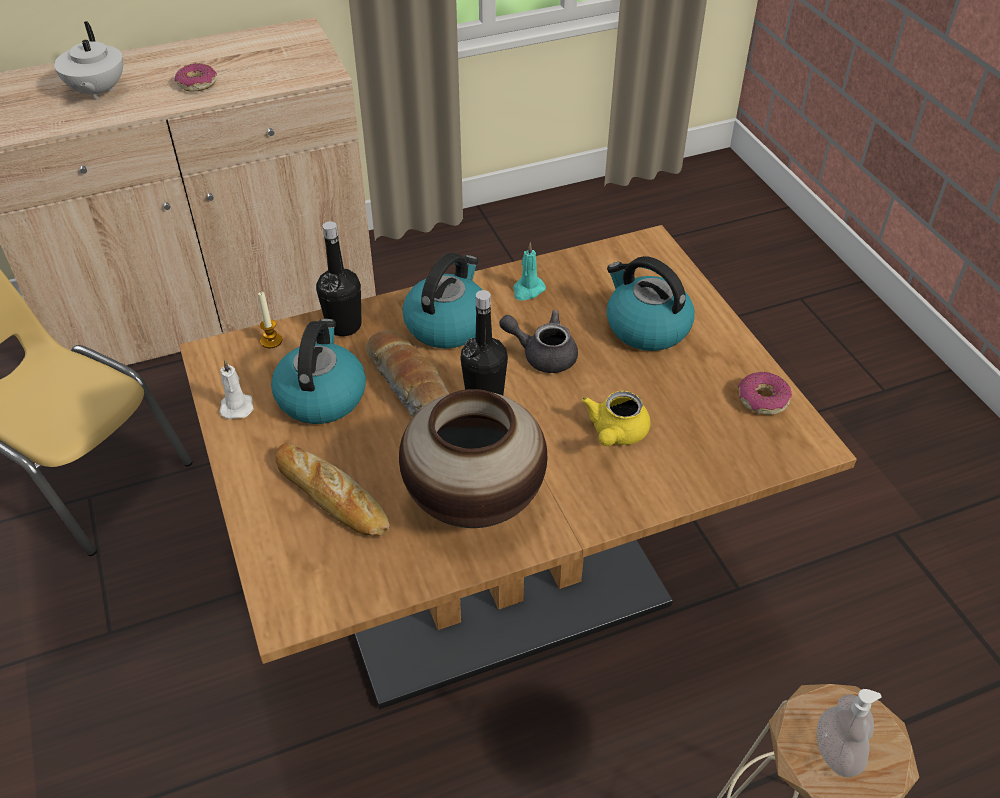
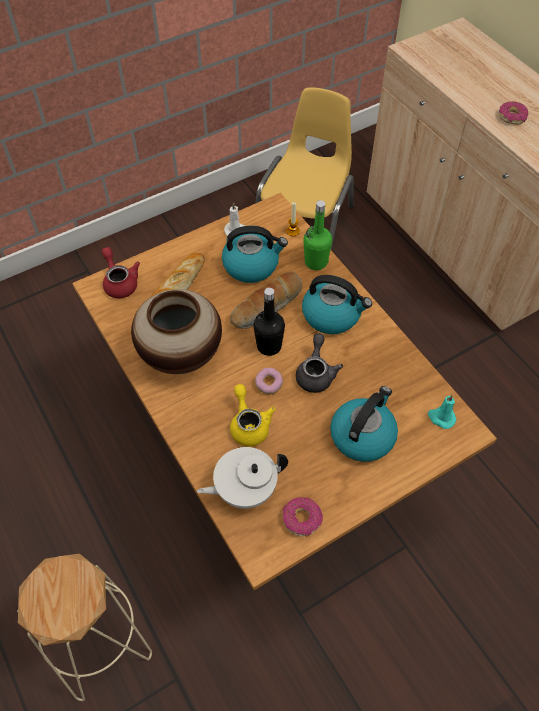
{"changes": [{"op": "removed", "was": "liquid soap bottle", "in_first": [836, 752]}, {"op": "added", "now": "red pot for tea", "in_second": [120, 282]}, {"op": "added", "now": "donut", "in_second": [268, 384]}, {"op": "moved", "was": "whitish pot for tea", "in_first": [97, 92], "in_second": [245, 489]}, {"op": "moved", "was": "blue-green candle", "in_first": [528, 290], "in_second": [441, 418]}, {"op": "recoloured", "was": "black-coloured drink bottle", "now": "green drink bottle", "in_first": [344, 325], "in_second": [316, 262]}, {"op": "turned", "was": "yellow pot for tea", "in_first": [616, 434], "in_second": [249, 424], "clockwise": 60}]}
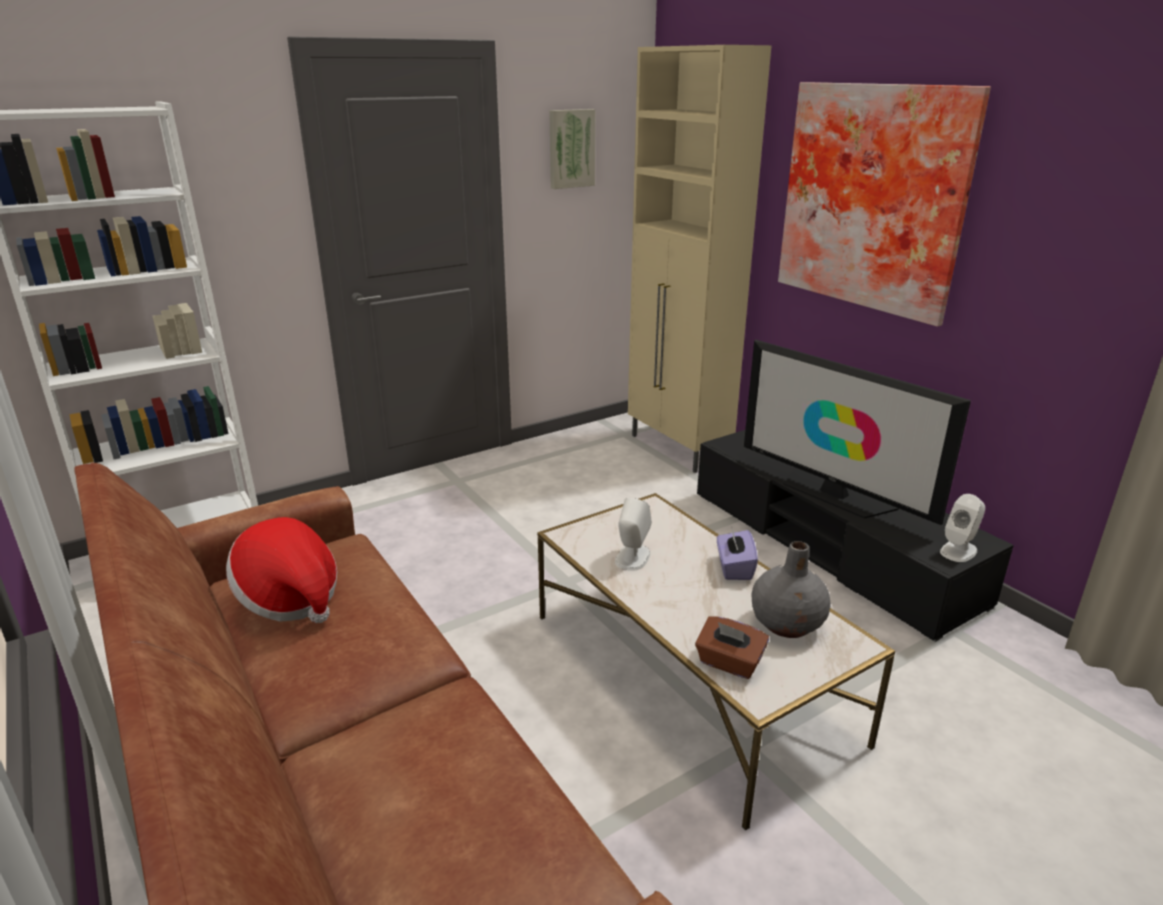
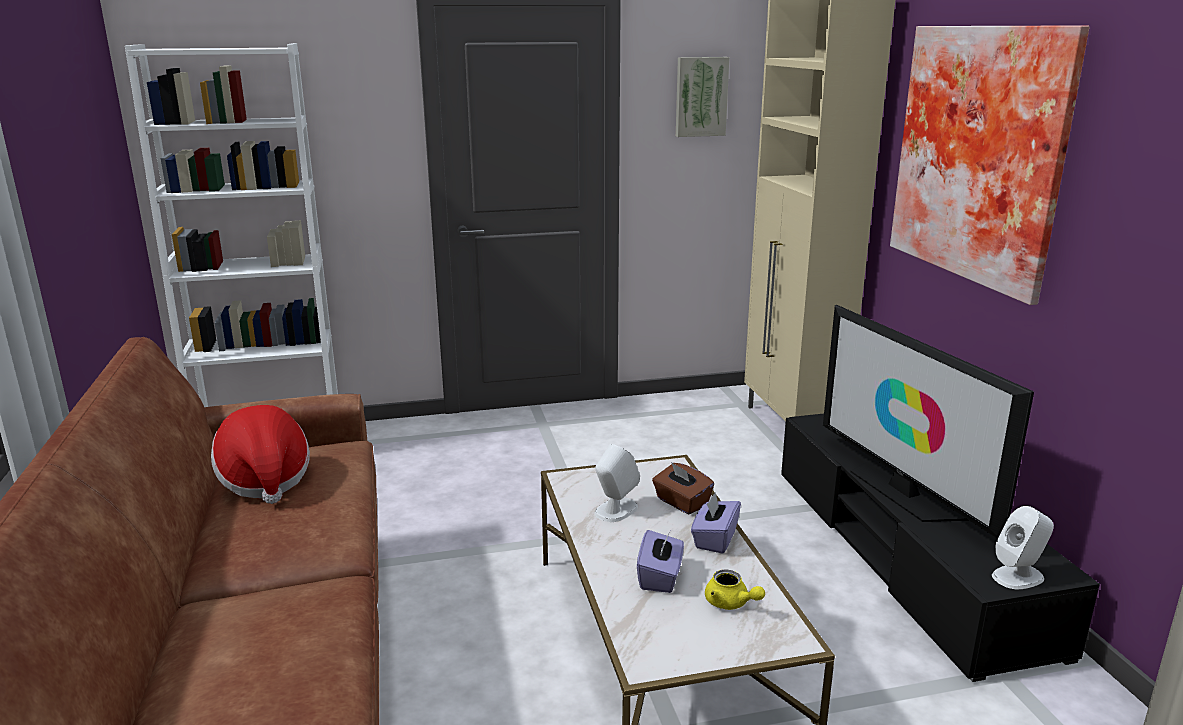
{"changes": [{"op": "added", "now": "purple-coloured tissue box", "in_second": [660, 577]}, {"op": "moved", "was": "brown tissue box", "in_first": [729, 663], "in_second": [681, 503]}, {"op": "replaced", "was": "grey flower vase", "now": "yellow pot for tea", "in_first": [787, 624], "in_second": [730, 603]}]}
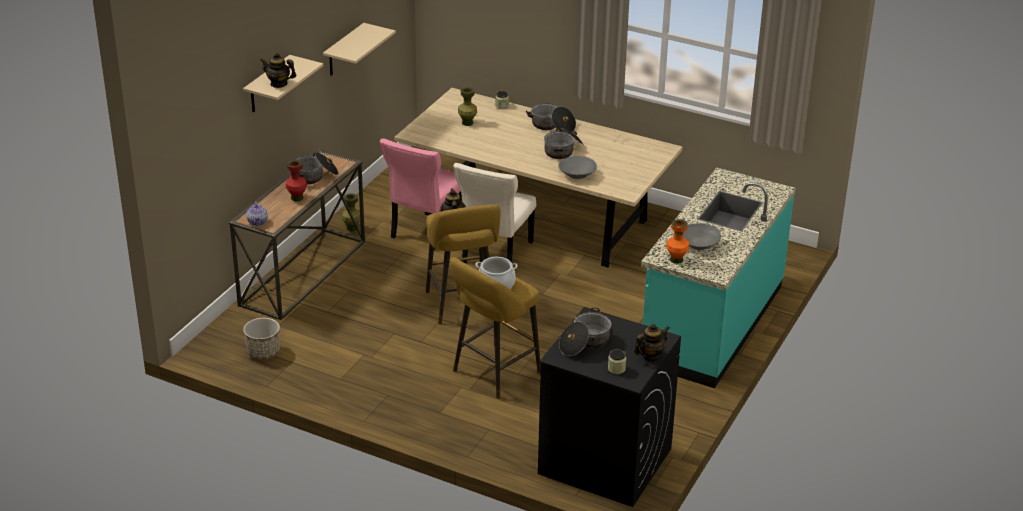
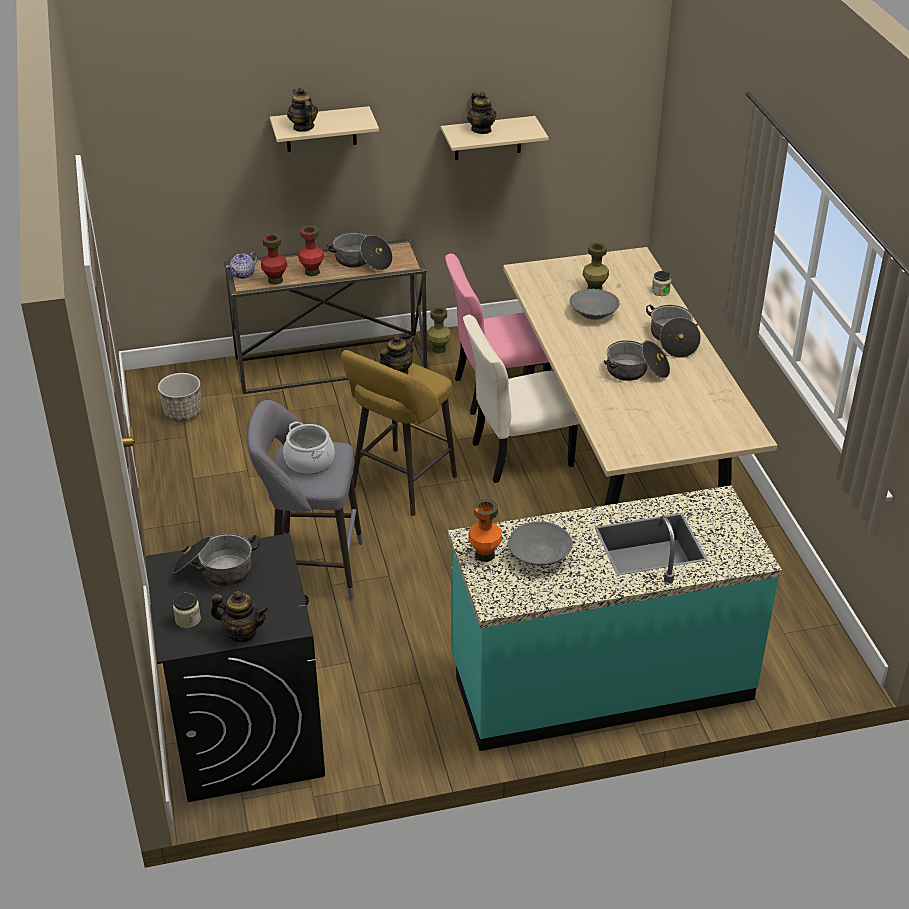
{"changes": [{"op": "added", "now": "red flower vase", "in_second": [275, 280]}, {"op": "added", "now": "pot for tea", "in_second": [481, 130]}, {"op": "moved", "was": "grey serving bowl", "in_first": [577, 175], "in_second": [593, 314]}, {"op": "recoloured", "was": "yellow stool", "now": "grey stool", "in_first": [493, 373], "in_second": [311, 568]}]}
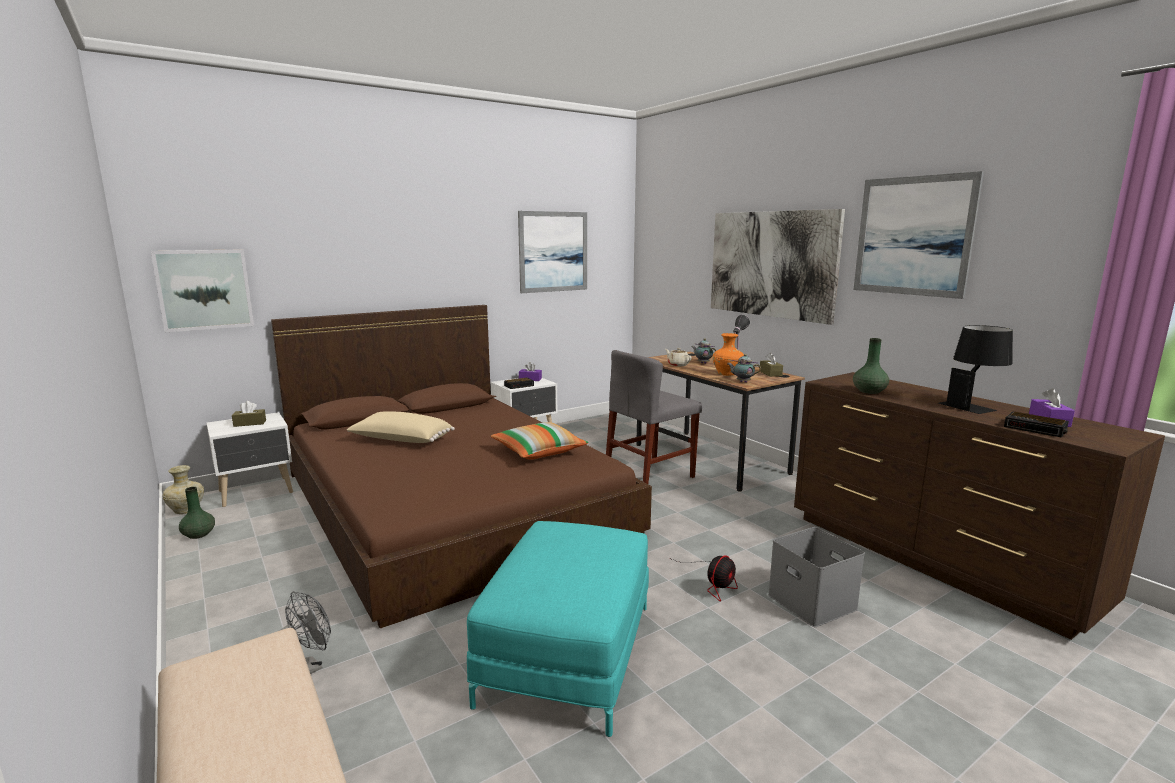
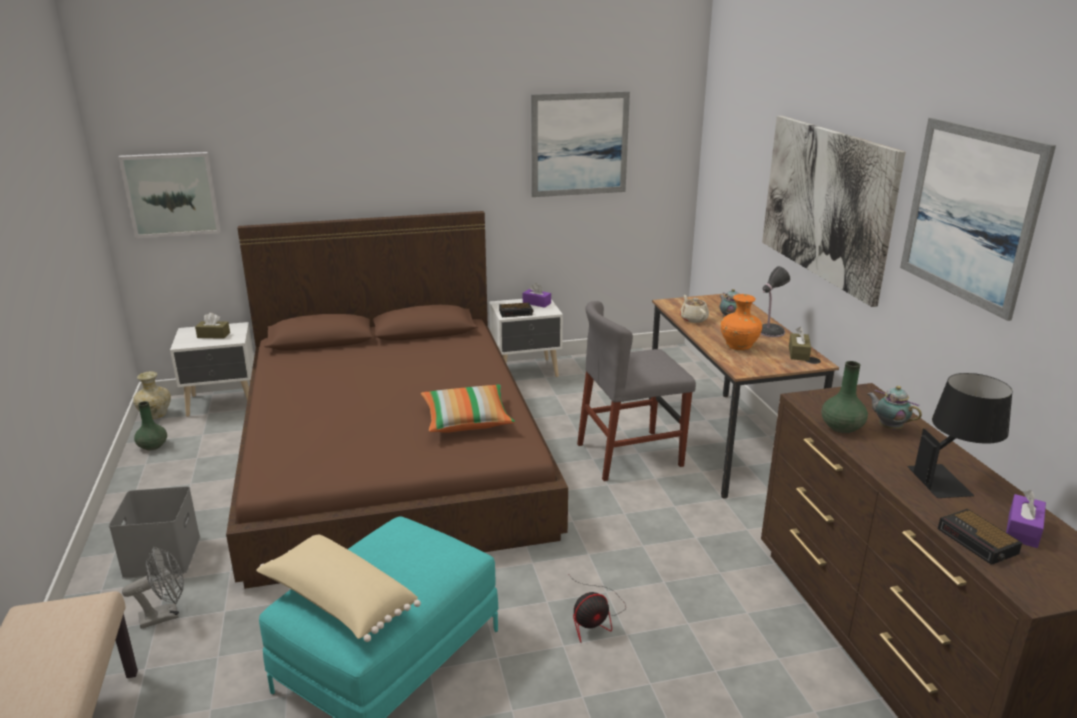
{"changes": [{"op": "moved", "was": "beige throw pillow", "in_first": [401, 441], "in_second": [338, 602]}, {"op": "moved", "was": "pot for tea", "in_first": [742, 382], "in_second": [888, 427]}, {"op": "moved", "was": "grey storage bin", "in_first": [814, 602], "in_second": [163, 557]}]}
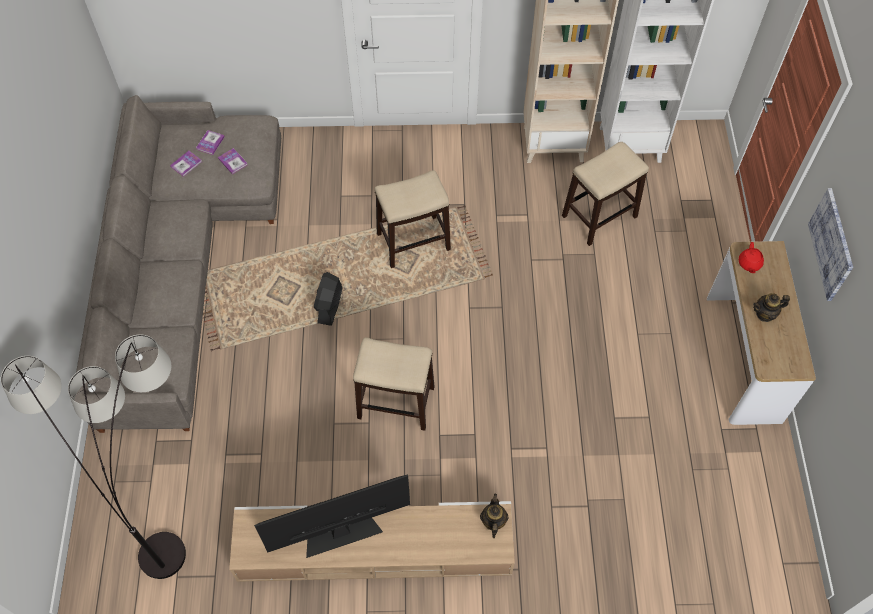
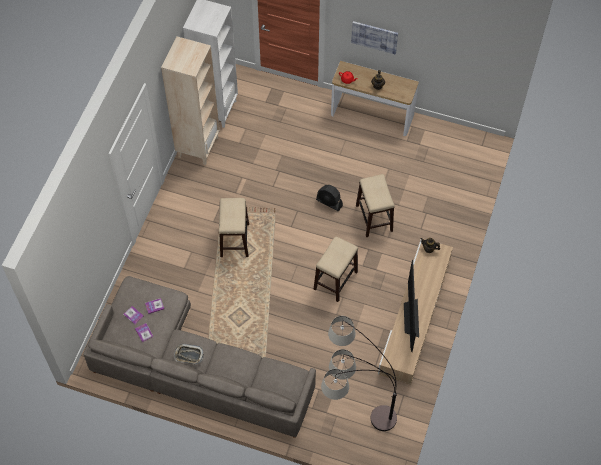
{"changes": [{"op": "added", "now": "serving tray", "in_second": [189, 355]}, {"op": "moved", "was": "black-coloured electric fan", "in_first": [330, 306], "in_second": [329, 202]}, {"op": "moved", "was": "stool", "in_first": [599, 217], "in_second": [374, 218]}]}
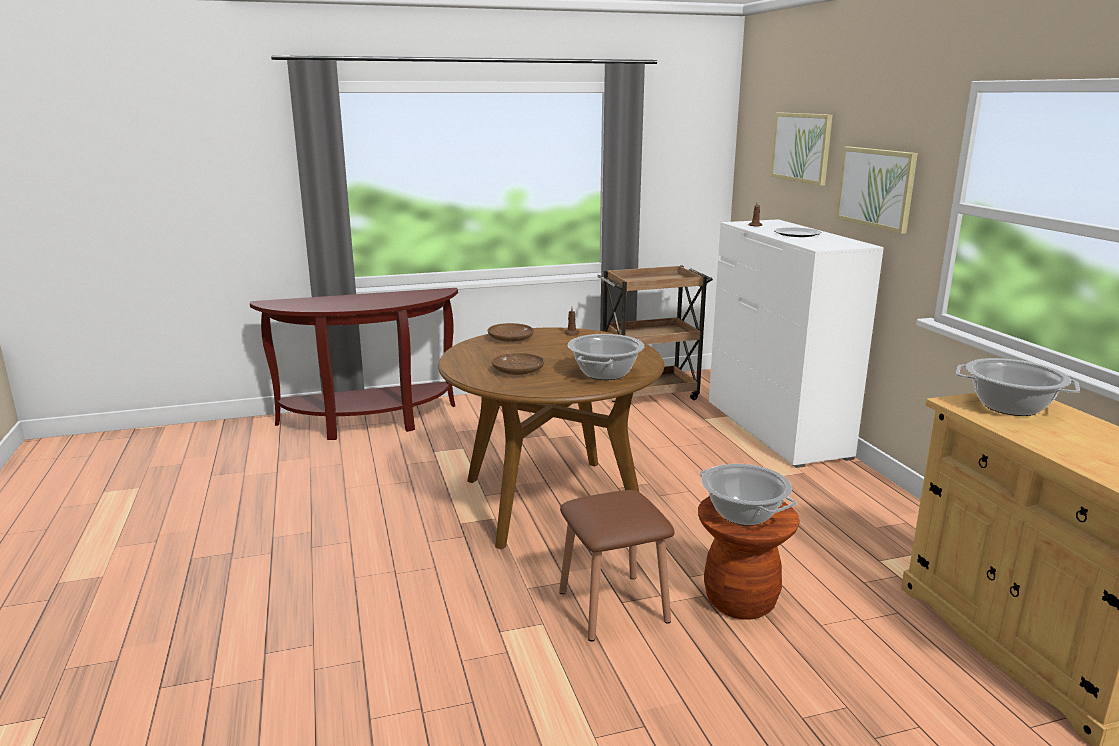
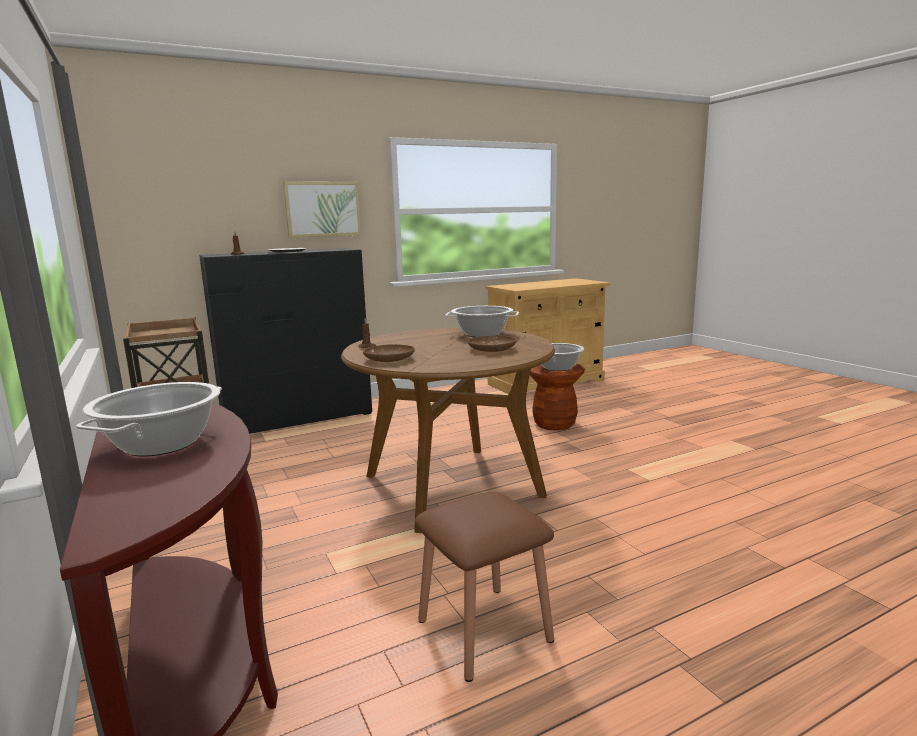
{"changes": [{"op": "removed", "was": "wall art", "in_first": [802, 147]}, {"op": "moved", "was": "brown stool", "in_first": [613, 606], "in_second": [484, 630]}, {"op": "moved", "was": "stockpot", "in_first": [1010, 407], "in_second": [162, 444]}, {"op": "recoloured", "was": "whitish chest of drawers", "now": "black-coloured chest of drawers", "in_first": [776, 429], "in_second": [298, 418]}]}
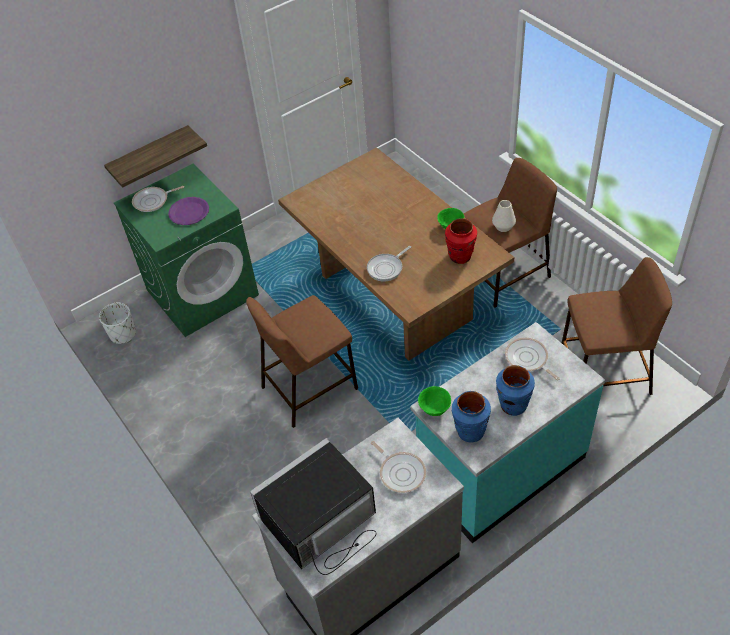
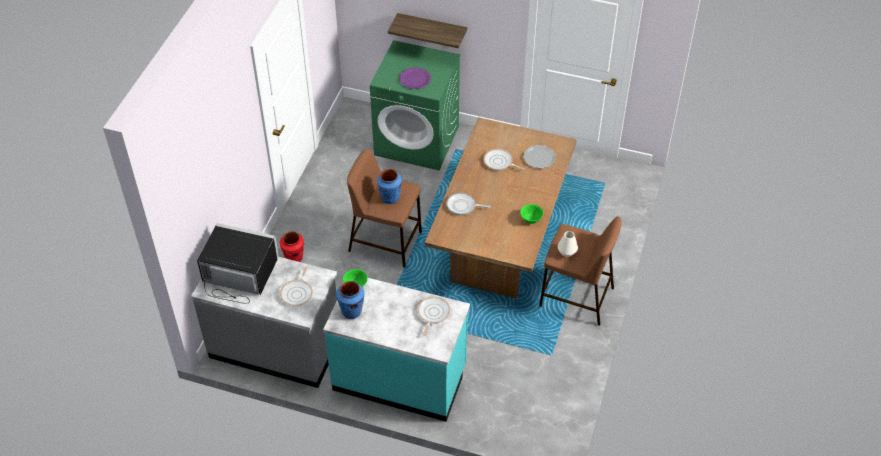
{"changes": [{"op": "removed", "was": "whitish plant pot", "in_first": [123, 334]}, {"op": "removed", "was": "brown stool", "in_first": [603, 374]}, {"op": "added", "now": "flat dish", "in_second": [539, 158]}, {"op": "moved", "was": "skillet", "in_first": [153, 201], "in_second": [499, 162]}, {"op": "moved", "was": "red flower vase", "in_first": [460, 256], "in_second": [294, 258]}, {"op": "moved", "was": "bluish flower vase", "in_first": [513, 405], "in_second": [390, 198]}]}
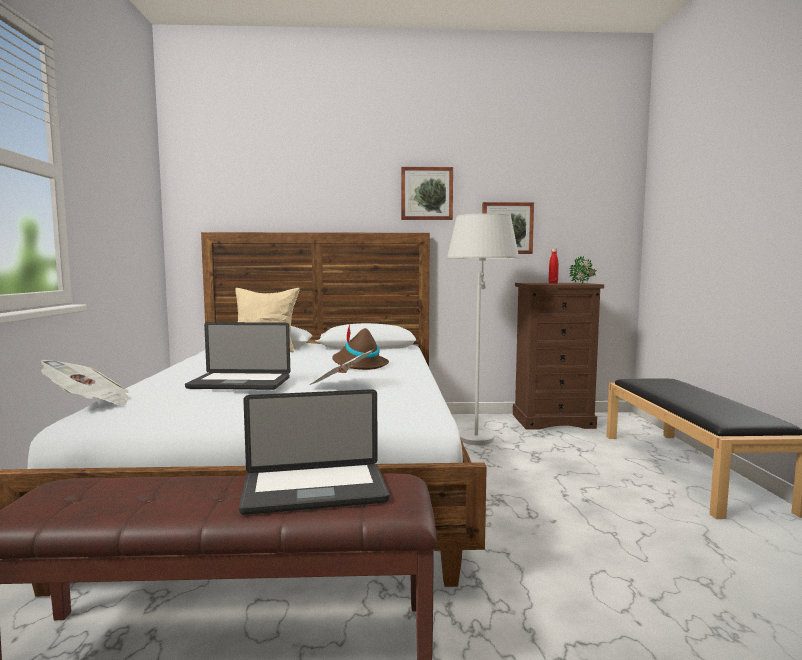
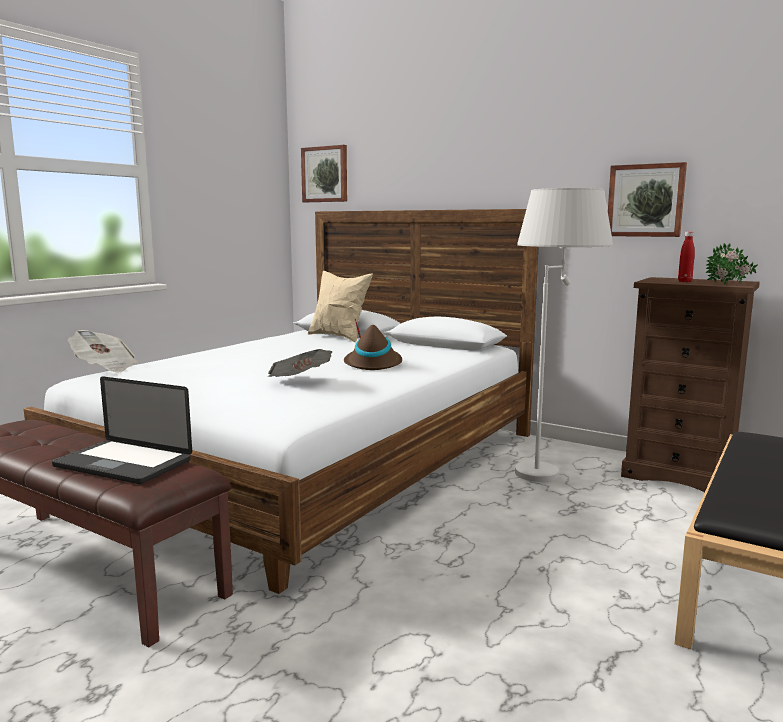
{"changes": [{"op": "removed", "was": "laptop", "in_first": [239, 383]}, {"op": "moved", "was": "wall art", "in_first": [426, 194], "in_second": [325, 174]}]}
